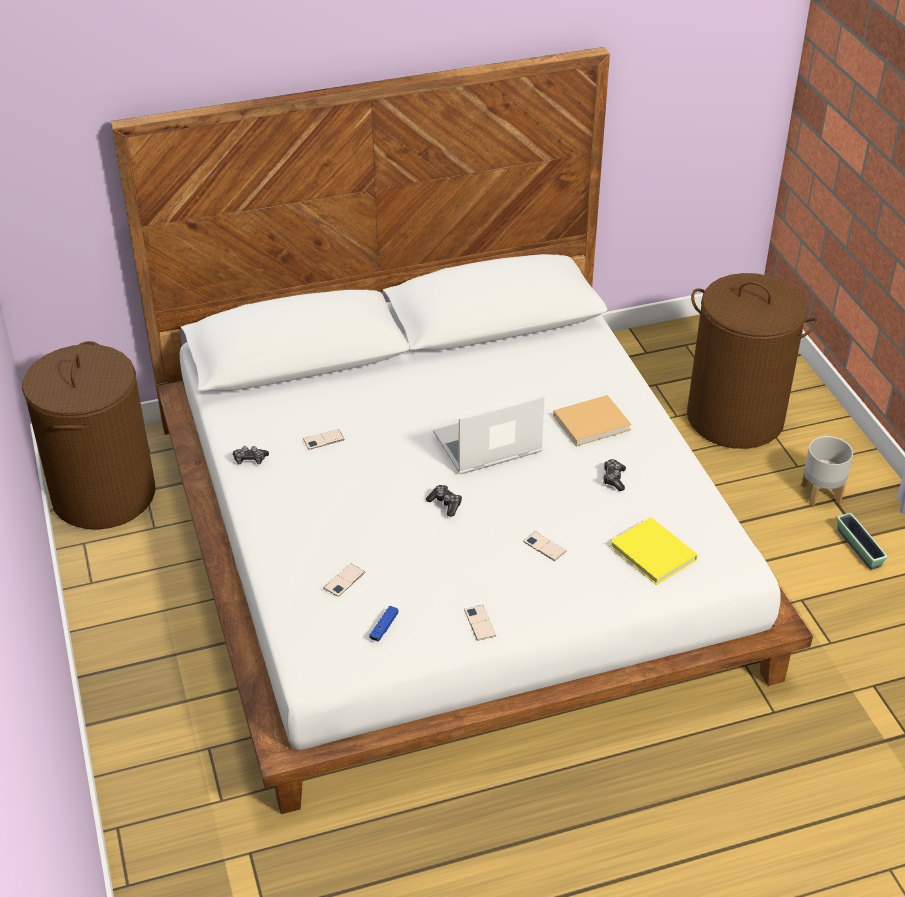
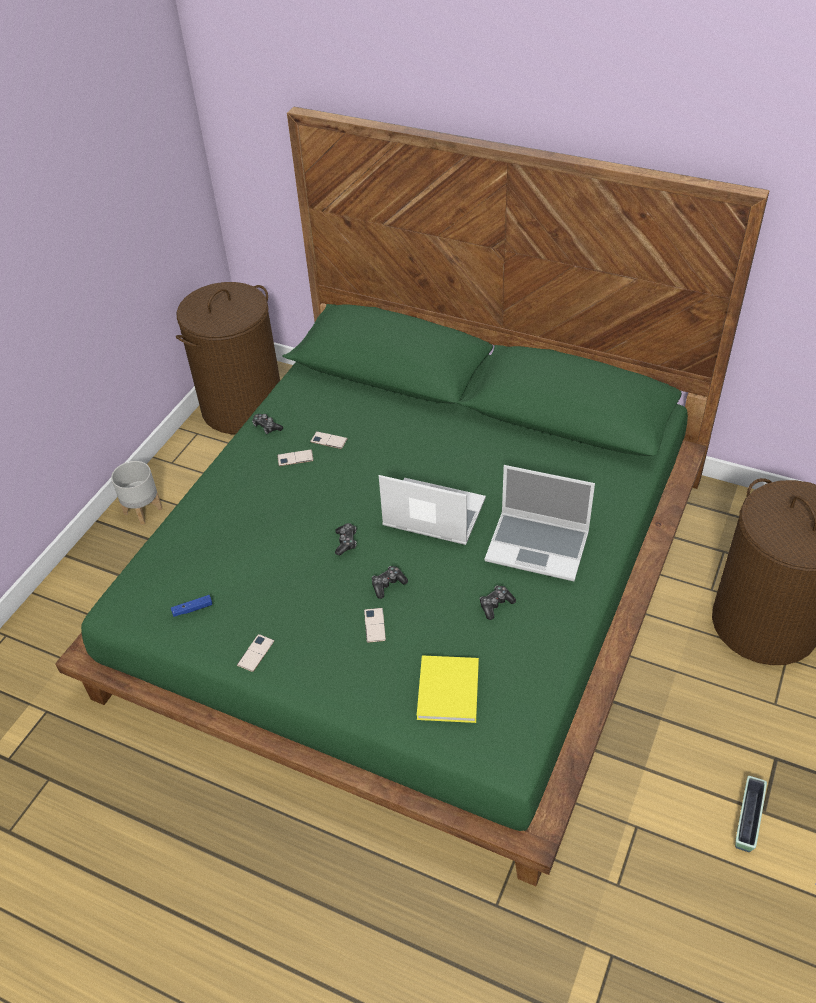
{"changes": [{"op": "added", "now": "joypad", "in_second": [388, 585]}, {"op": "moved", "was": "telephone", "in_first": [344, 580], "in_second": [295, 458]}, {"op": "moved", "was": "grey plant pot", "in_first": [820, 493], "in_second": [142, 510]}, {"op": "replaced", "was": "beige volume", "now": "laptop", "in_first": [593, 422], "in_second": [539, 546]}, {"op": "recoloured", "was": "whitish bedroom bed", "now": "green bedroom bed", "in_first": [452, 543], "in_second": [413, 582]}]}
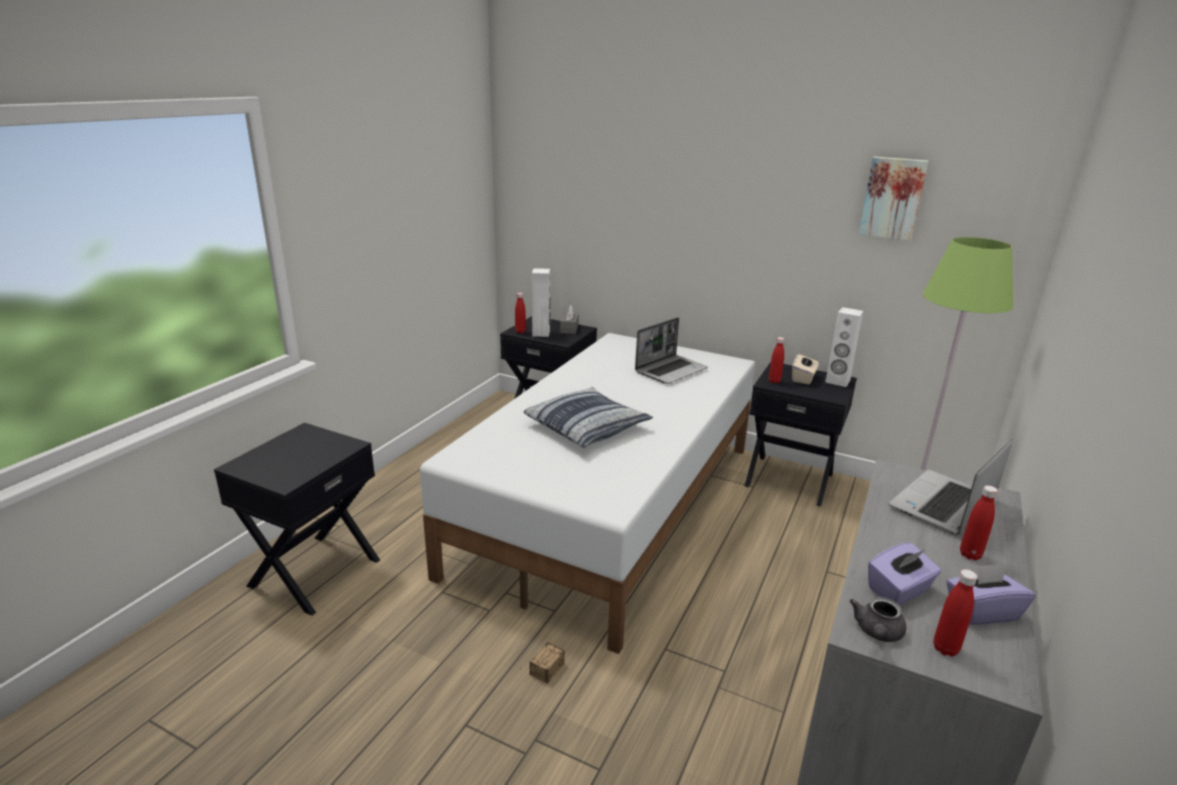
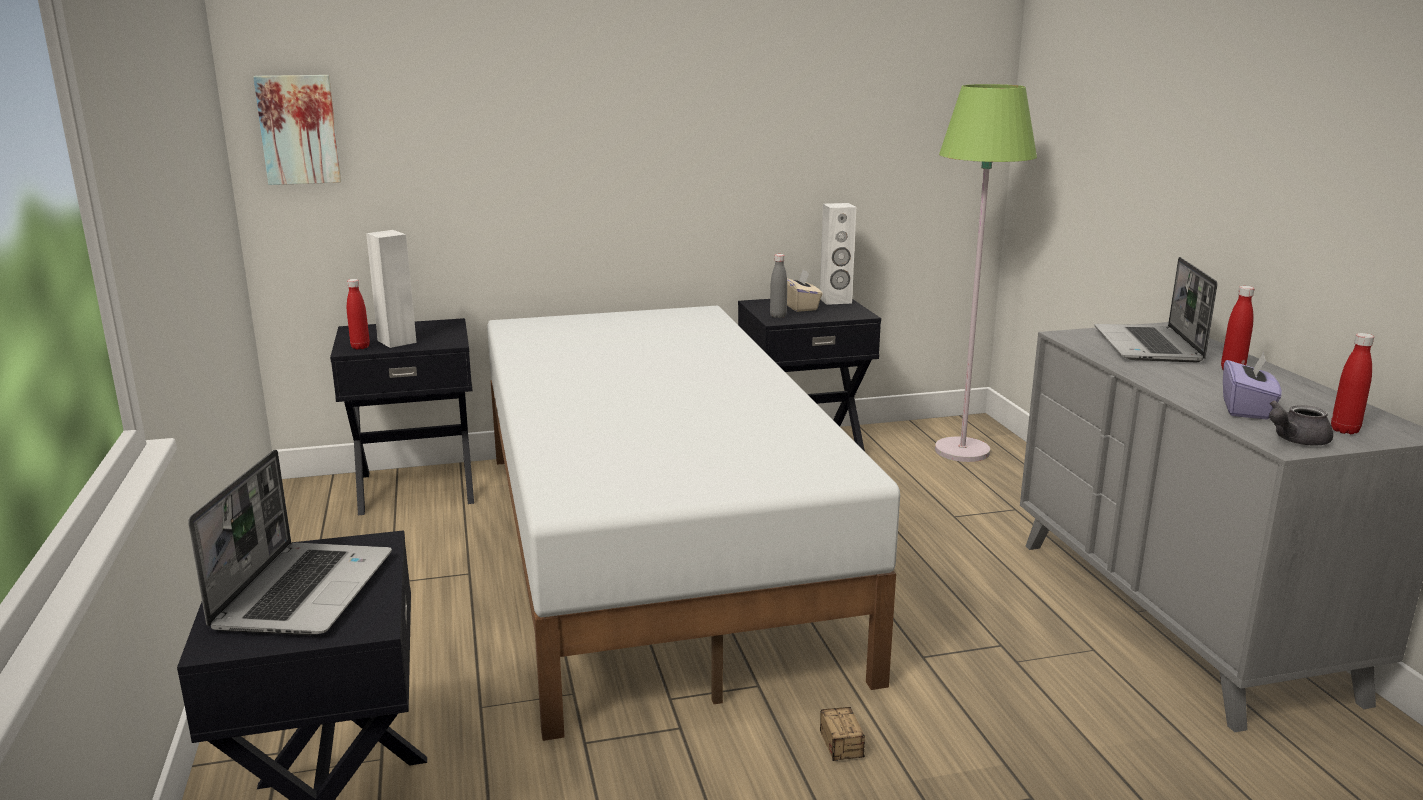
{"changes": [{"op": "removed", "was": "throw pillow", "in_first": [587, 427]}, {"op": "removed", "was": "grey tissue box", "in_first": [569, 328]}, {"op": "removed", "was": "purple-coloured tissue box", "in_first": [981, 611]}, {"op": "moved", "was": "laptop", "in_first": [671, 370], "in_second": [304, 590]}, {"op": "moved", "was": "wall art", "in_first": [892, 198], "in_second": [299, 129]}, {"op": "recoloured", "was": "red drink bottle", "now": "grey drink bottle", "in_first": [774, 381], "in_second": [778, 316]}, {"op": "turned", "was": "grey pot for tea", "in_first": [877, 633], "in_second": [1295, 440], "clockwise": 75}]}
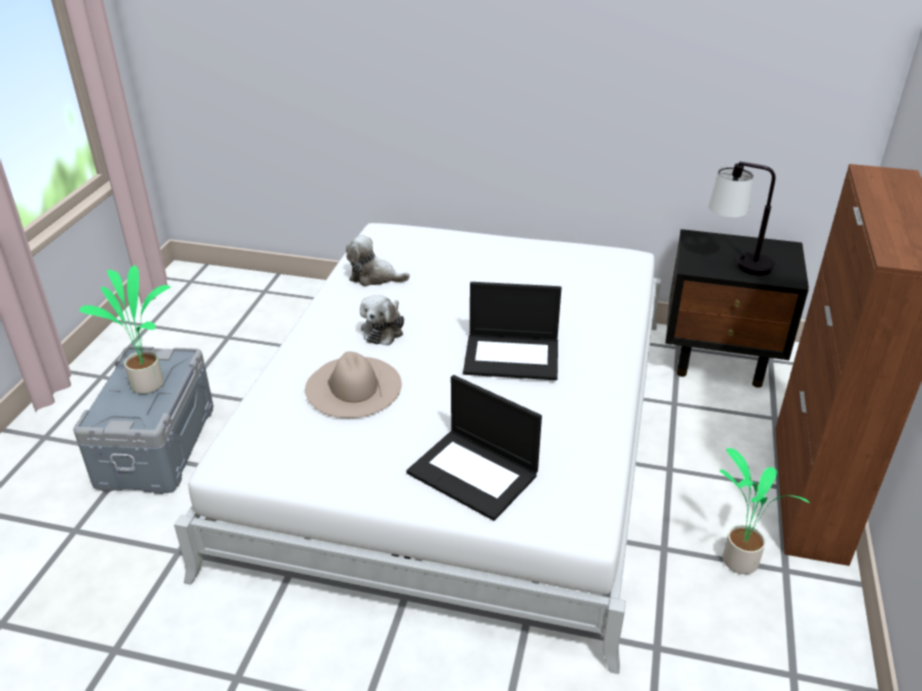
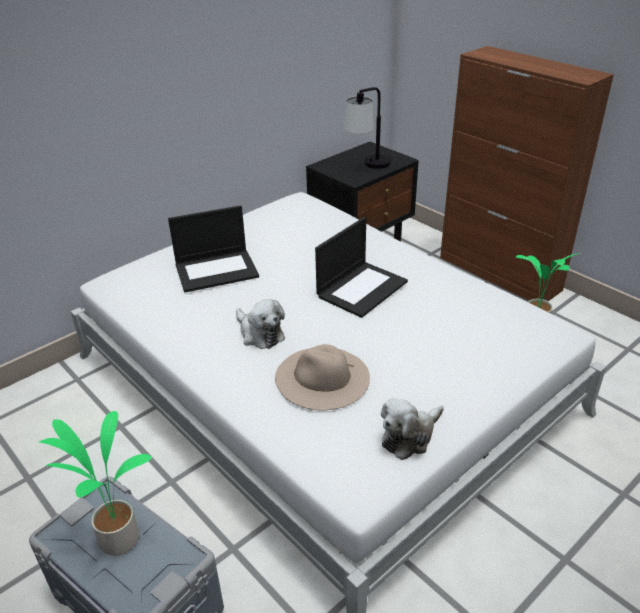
{"changes": [{"op": "moved", "was": "soft toy", "in_first": [374, 277], "in_second": [409, 436]}, {"op": "moved", "was": "laptop", "in_first": [474, 474], "in_second": [217, 270]}]}
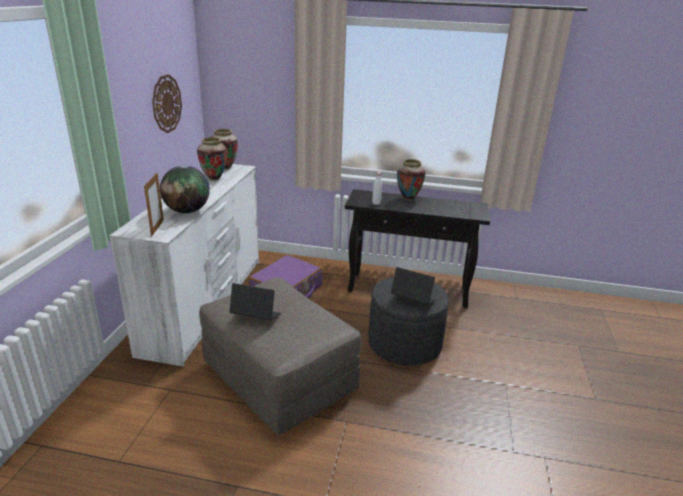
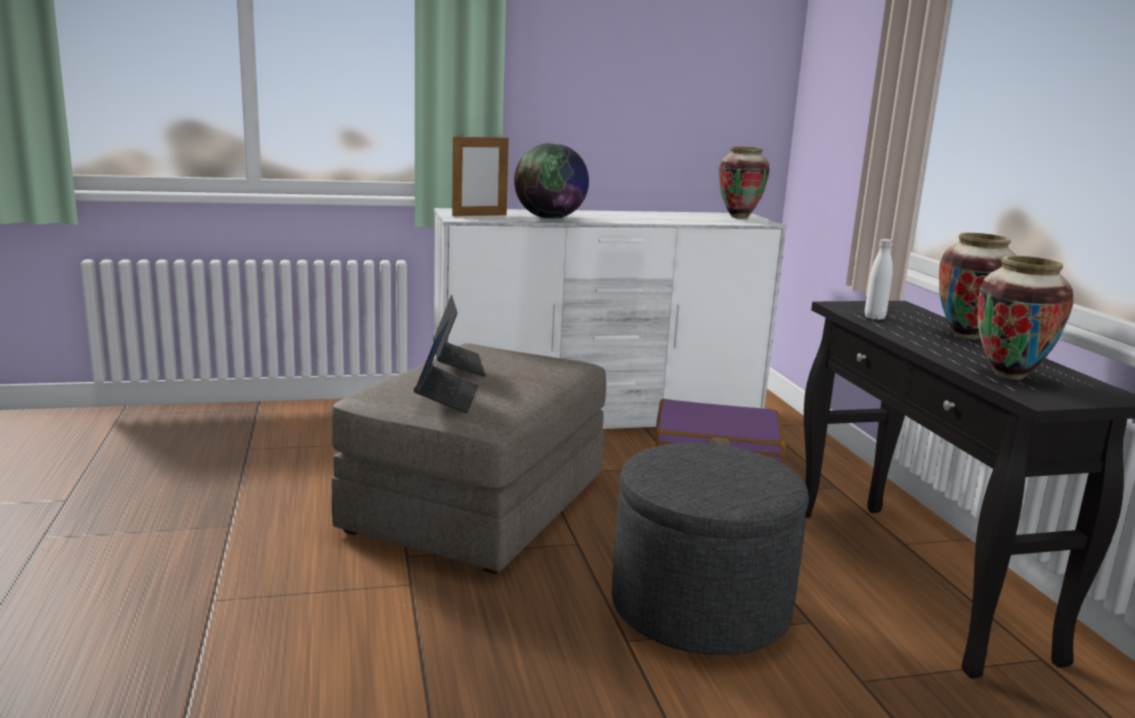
{"changes": [{"op": "removed", "was": "wall clock", "in_first": [166, 103]}, {"op": "moved", "was": "flower vase", "in_first": [214, 179], "in_second": [1009, 375]}, {"op": "moved", "was": "laptop", "in_first": [412, 300], "in_second": [447, 397]}]}
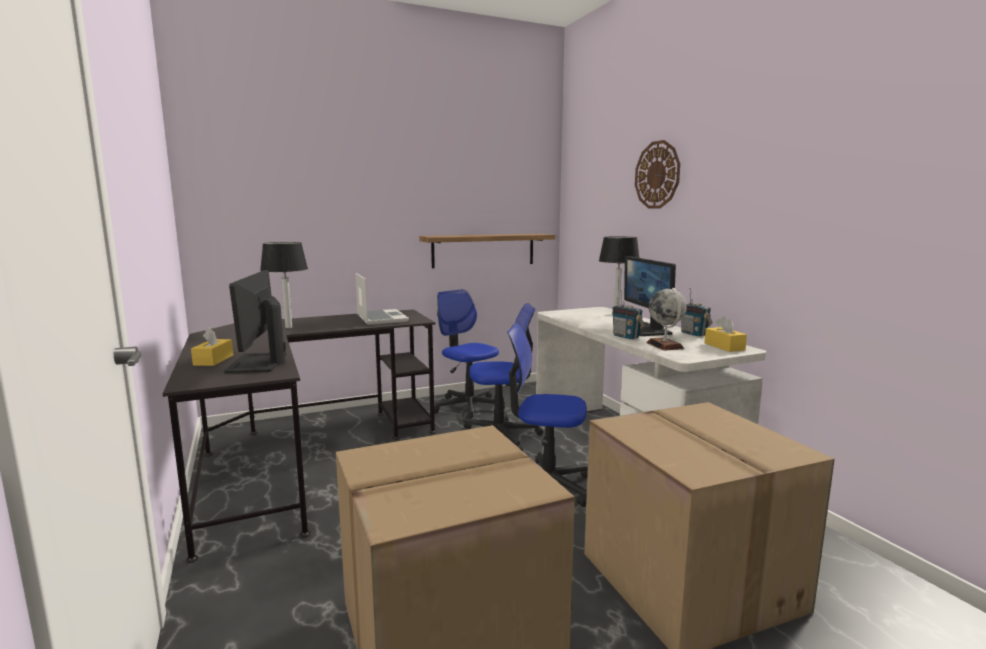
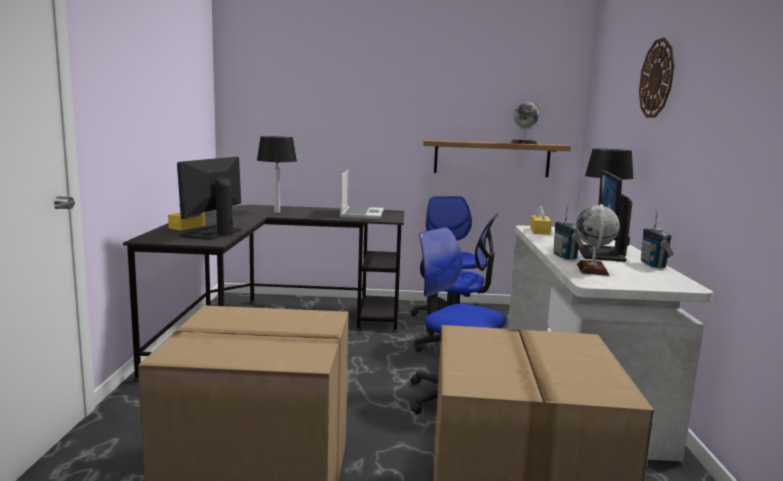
{"changes": [{"op": "added", "now": "desk globe", "in_second": [524, 143]}, {"op": "moved", "was": "yellow tissue box", "in_first": [724, 346], "in_second": [540, 231]}]}
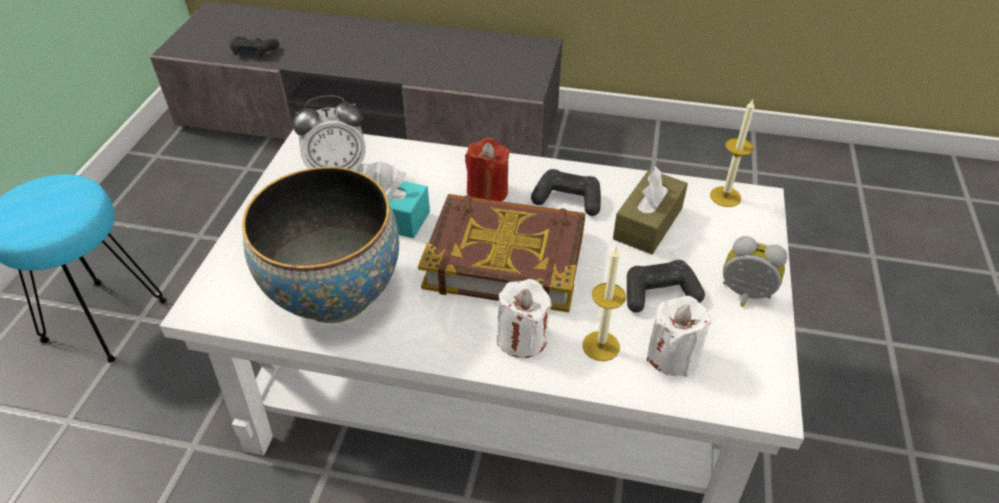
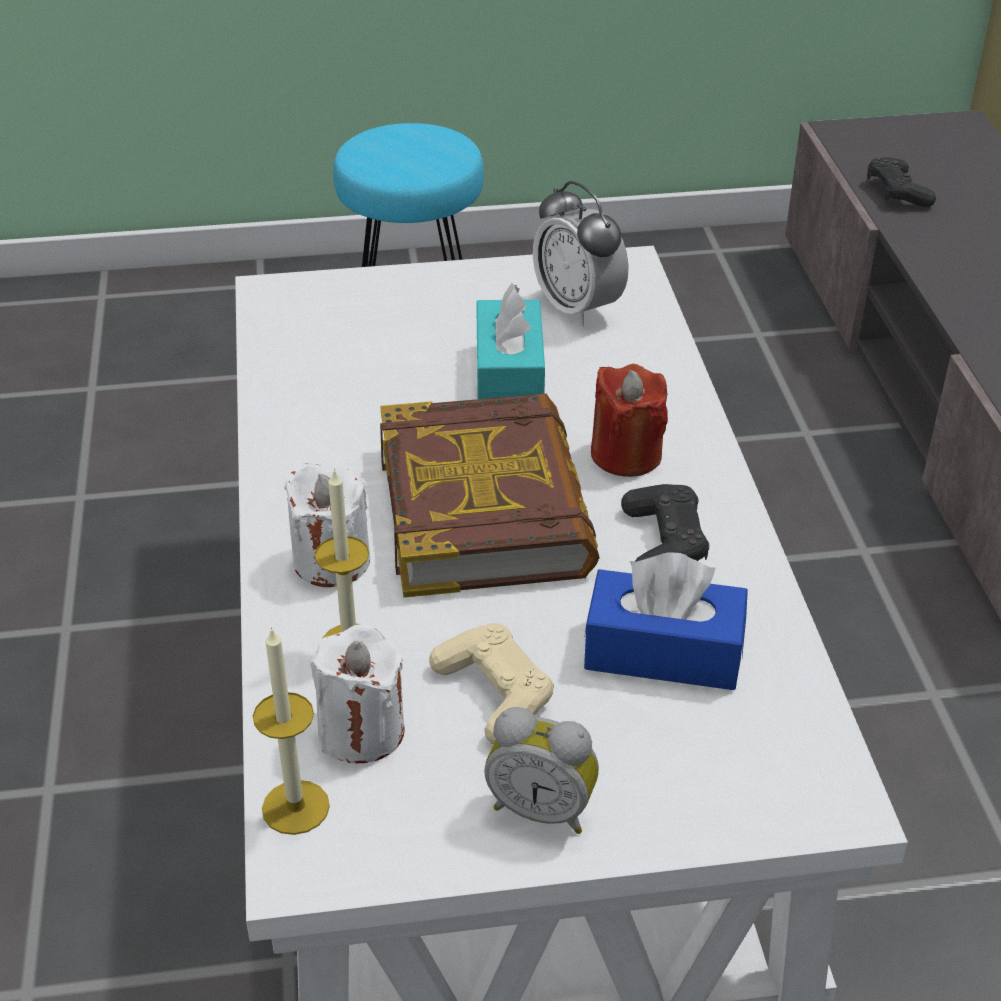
{"changes": [{"op": "removed", "was": "serving bowl", "in_first": [335, 294]}, {"op": "moved", "was": "candle", "in_first": [725, 196], "in_second": [295, 807]}, {"op": "recoloured", "was": "brown tissue box", "now": "bluish tissue box", "in_first": [648, 223], "in_second": [663, 652]}, {"op": "recoloured", "was": "black-coloured joypad", "now": "beige joypad", "in_first": [659, 293], "in_second": [494, 694]}, {"op": "turned", "was": "bedside clock", "in_first": [744, 296], "in_second": [542, 808], "clockwise": 105}]}
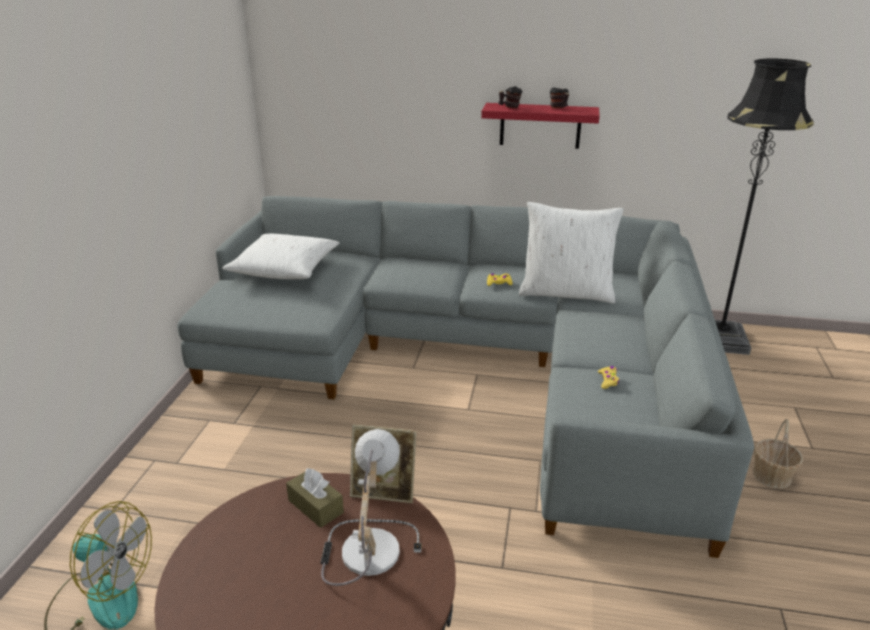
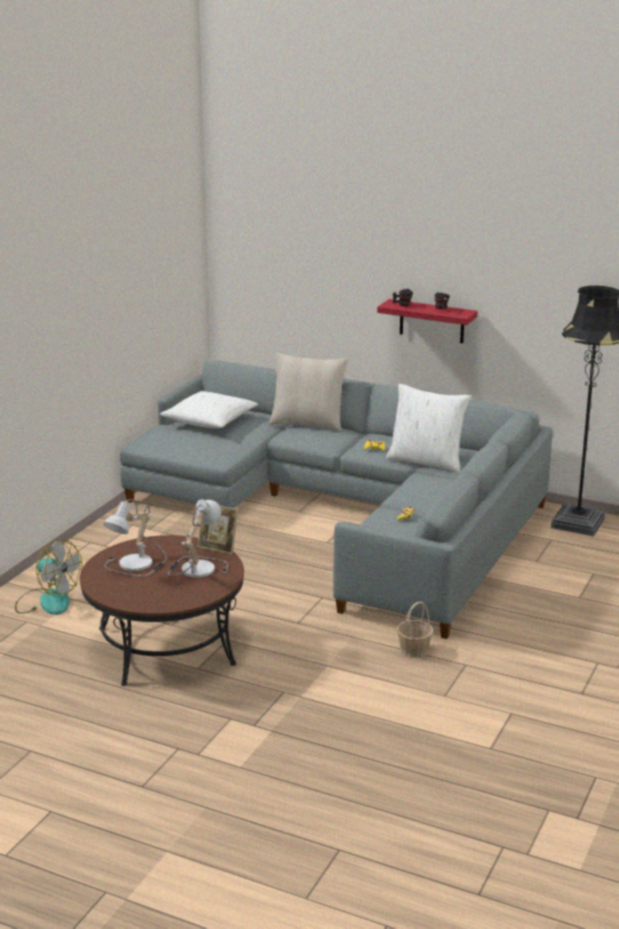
{"changes": [{"op": "removed", "was": "brown tissue box", "in_first": [315, 506]}, {"op": "added", "now": "lamp for a table", "in_second": [137, 565]}, {"op": "added", "now": "beige throw pillow", "in_second": [308, 423]}, {"op": "moved", "was": "household basket", "in_first": [771, 476], "in_second": [413, 650]}]}
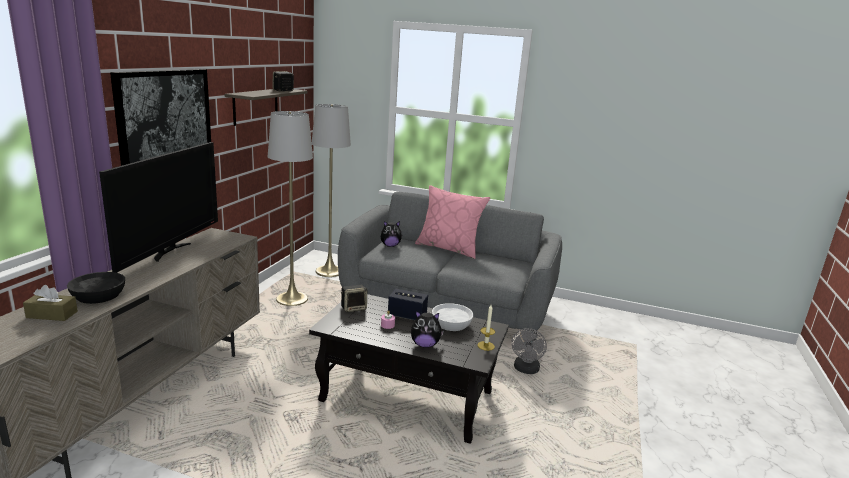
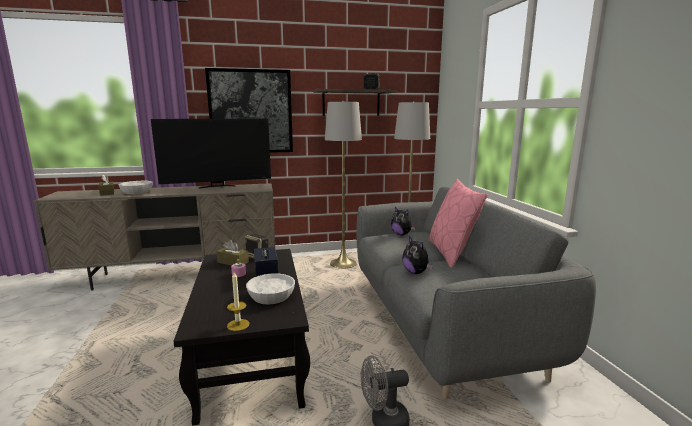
{"changes": [{"op": "added", "now": "brown tissue box", "in_second": [233, 262]}, {"op": "moved", "was": "soft toy", "in_first": [425, 344], "in_second": [416, 272]}, {"op": "recoloured", "was": "black-coloured serving bowl", "now": "whitish serving bowl", "in_first": [99, 296], "in_second": [137, 192]}]}
